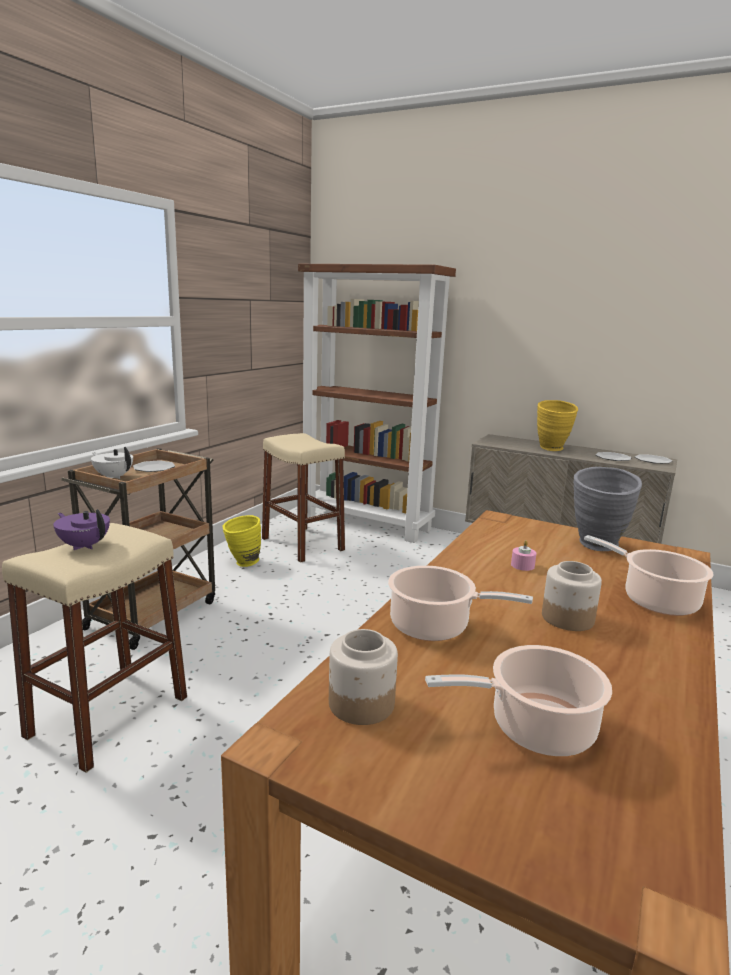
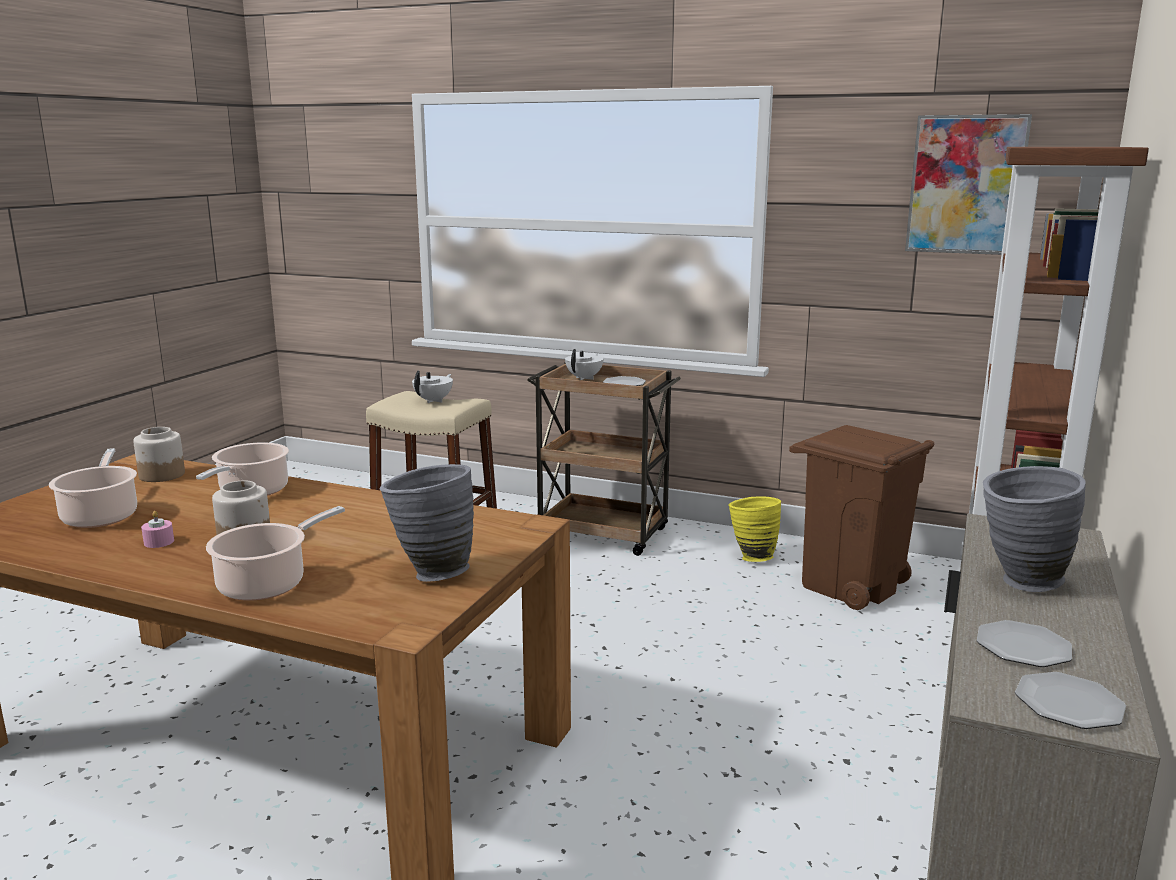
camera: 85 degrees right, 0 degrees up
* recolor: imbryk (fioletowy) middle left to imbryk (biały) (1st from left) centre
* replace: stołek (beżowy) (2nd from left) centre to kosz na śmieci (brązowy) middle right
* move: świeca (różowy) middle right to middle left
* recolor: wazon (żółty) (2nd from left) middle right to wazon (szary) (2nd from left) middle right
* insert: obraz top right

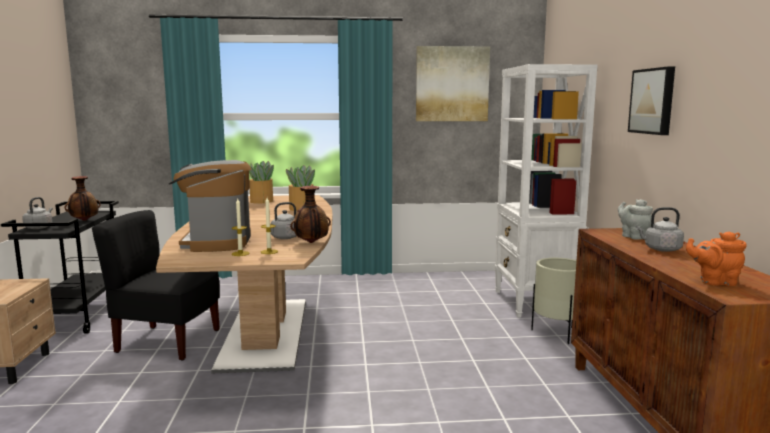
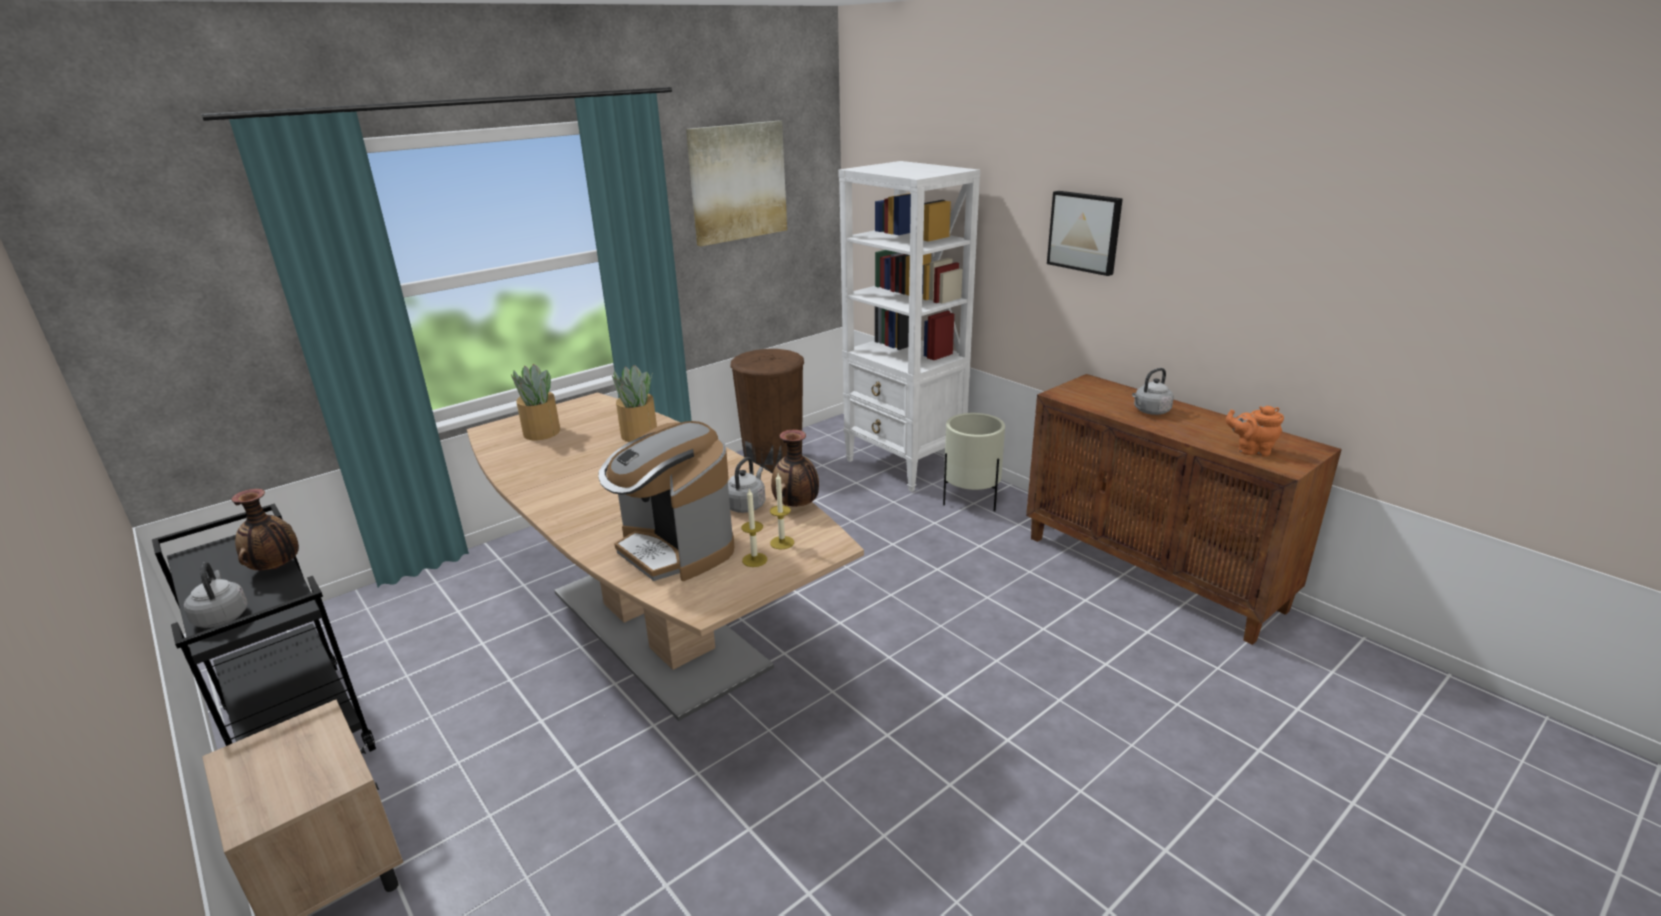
camera: 35 degrees left, 15 degrees up
* delete: krzesło (czarny) middle left
* delete: imbryk (szary) middle right
* rotate: imbryk (pomarańczowy) middle right = middle right 45 degrees clockwise
* insert: kosz na śmieci (brązowy) centre

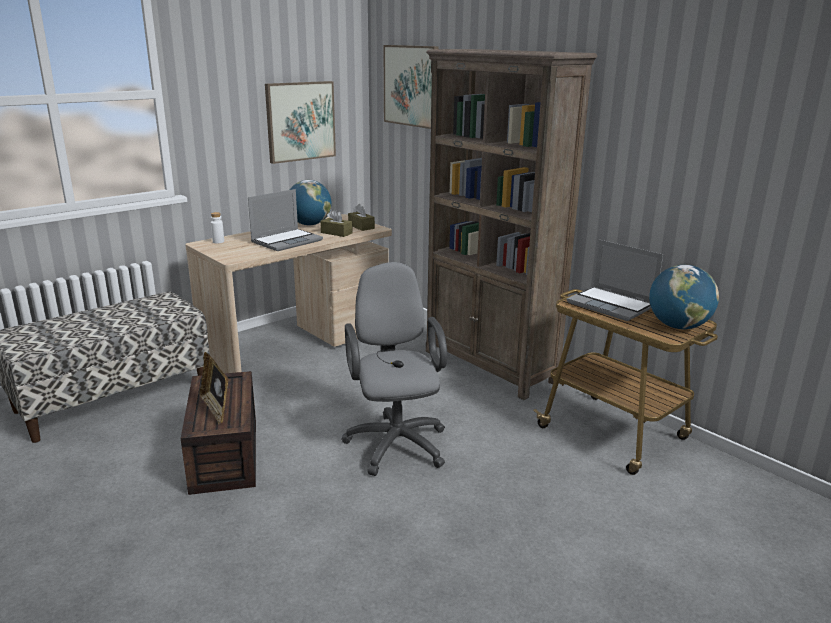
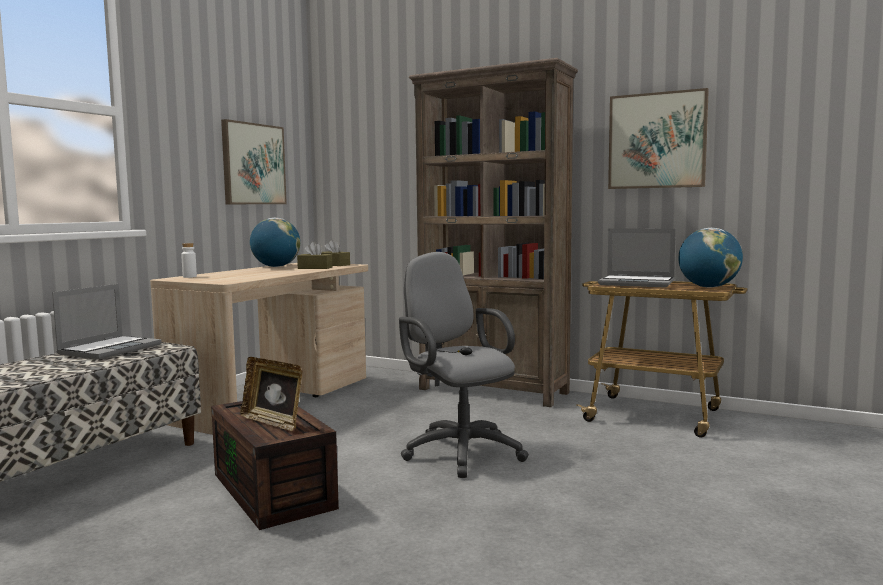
camera: 20 degrees left, 15 degrees down
* move: laptop (1st from left) centre to middle left
* move: obraz (2nd from left) top centre to top right

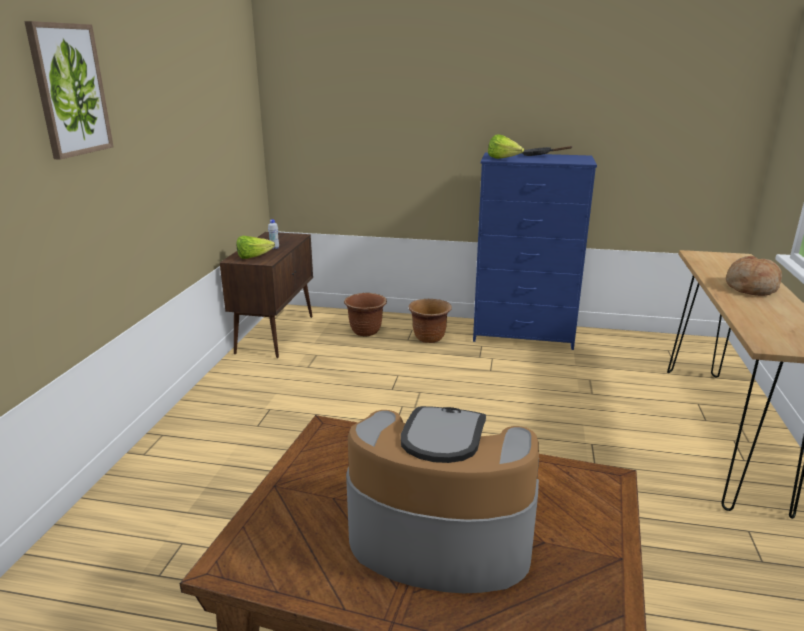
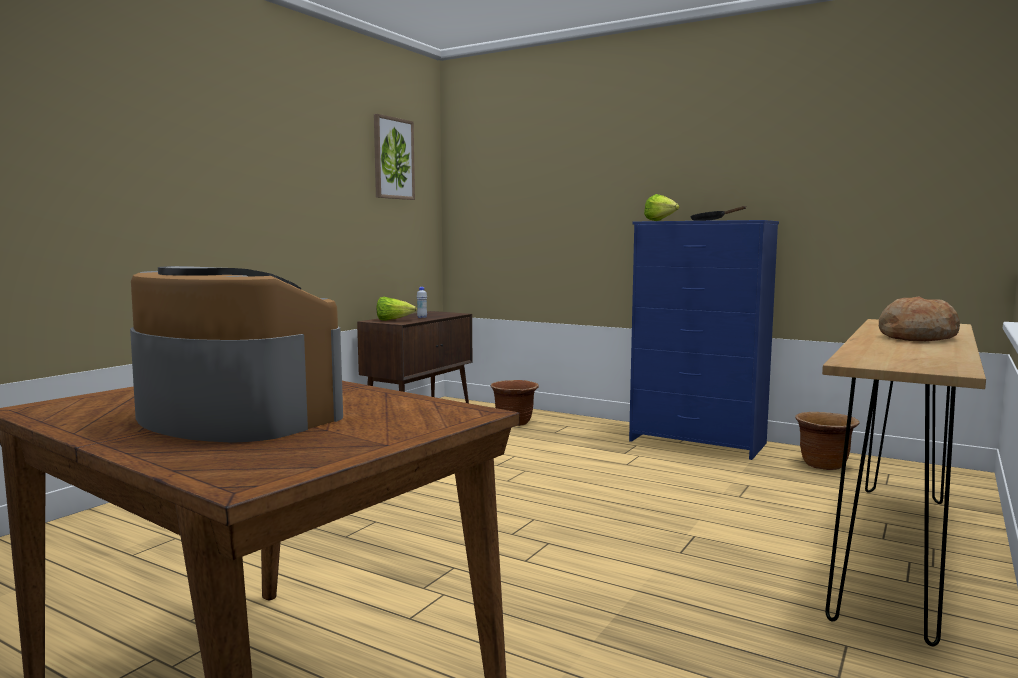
camera: 20 degrees right, 15 degrees down
* move: obraz top left to top centre
* move: donica (brązowy) (2nd from left) centre to middle right

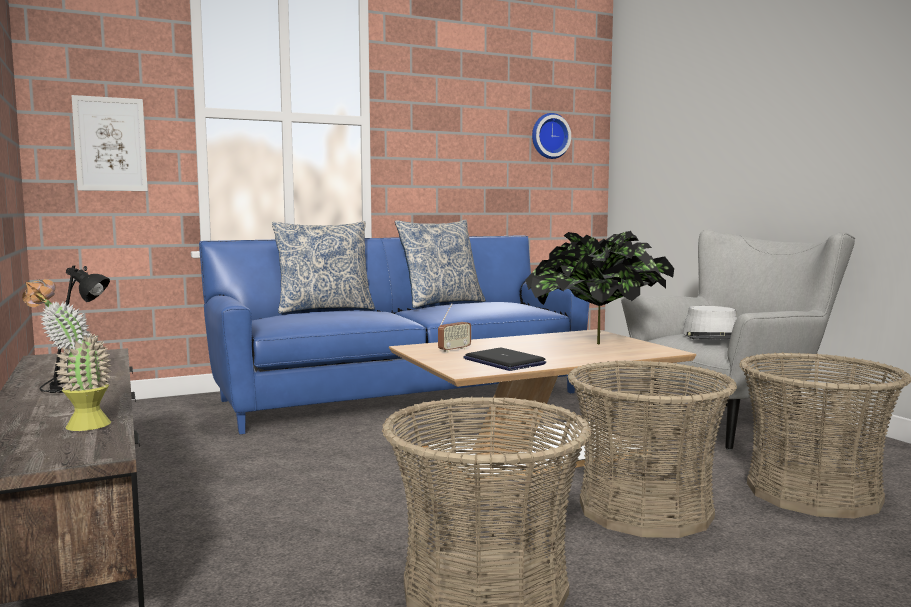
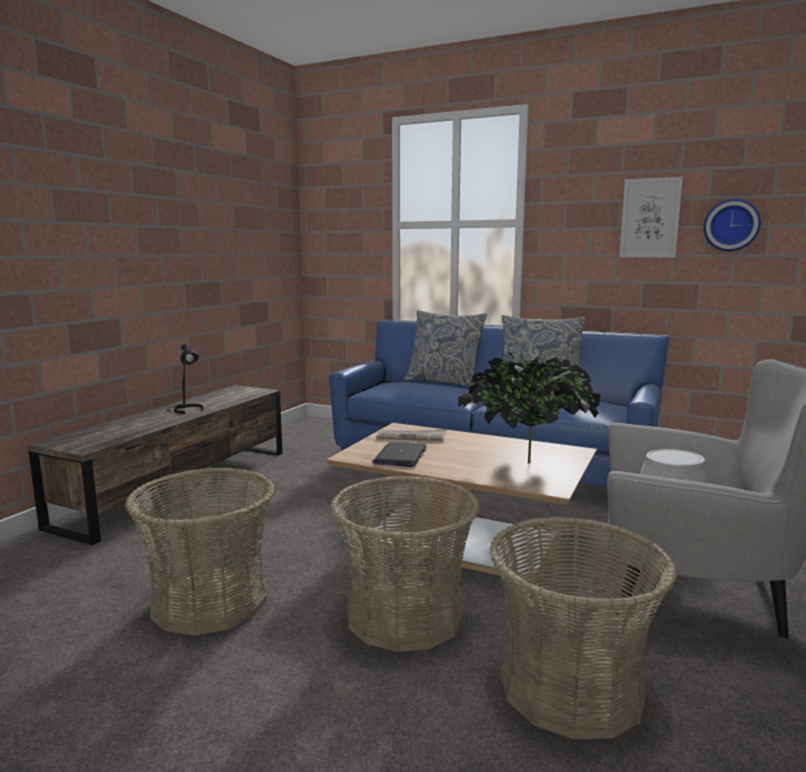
camera: 50 degrees right, 5 degrees up
* delete: roślina doniczkowa (1st from left) middle left
* move: obraz top left to top right
* replace: radio centre to gazeta centre

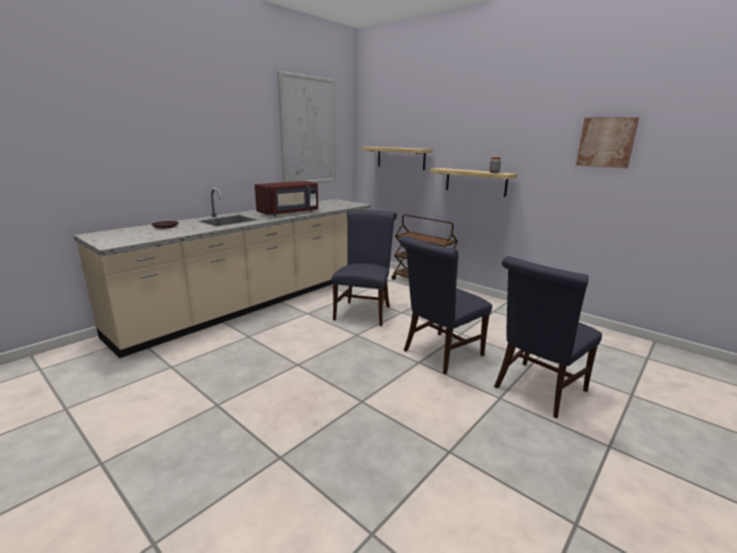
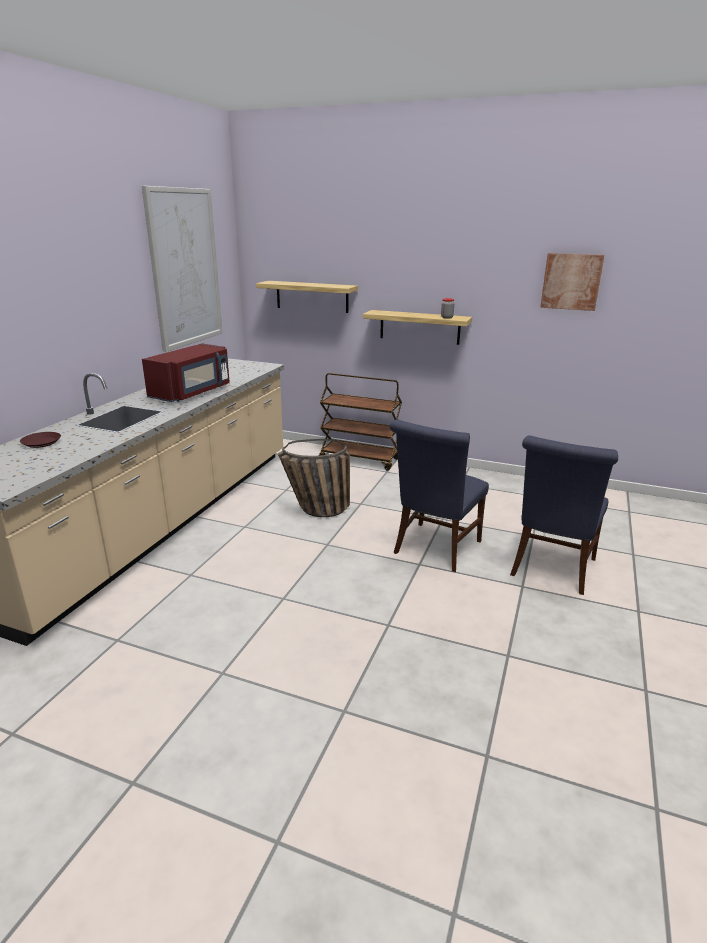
camera: 20 degrees left, 5 degrees up
* replace: krzesło (niebieski) (1st from left) centre to koszyk centre

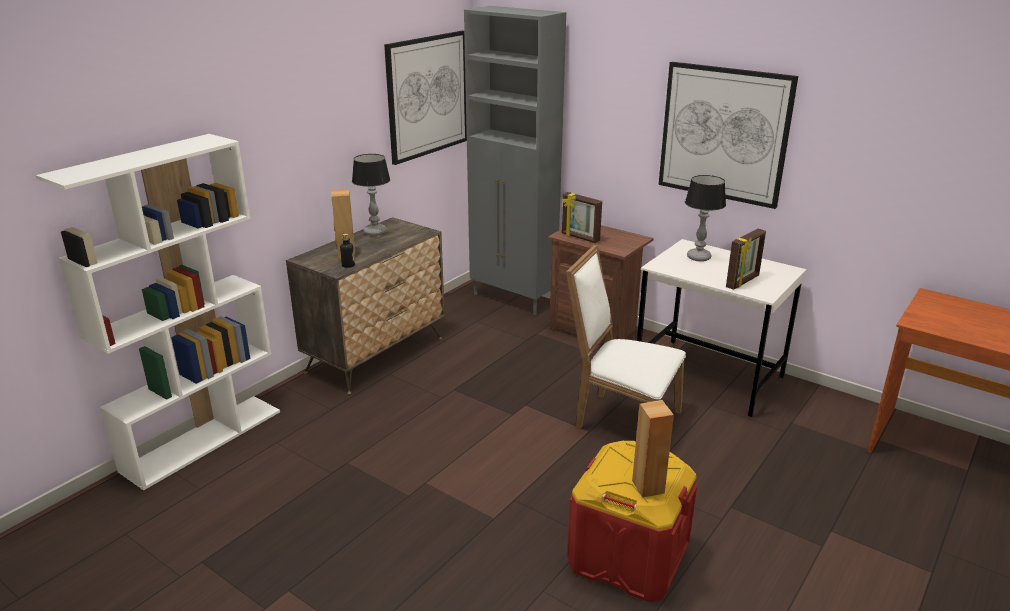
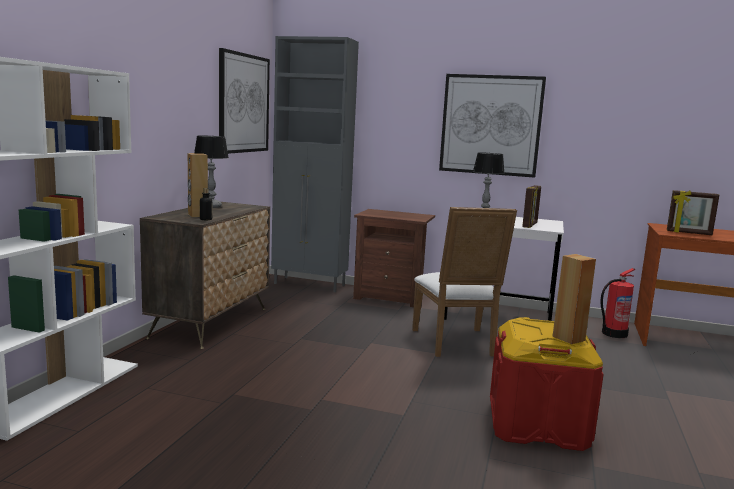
camera: 20 degrees left, 15 degrees down
* move: ramka na zdjęcie (1st from left in the first image) centre to ramka na zdjęcie (2nd from left) middle right
* rotate: krzesło (biały) centre = centre 105 degrees counterclockwise
* insert: gaśnica middle right

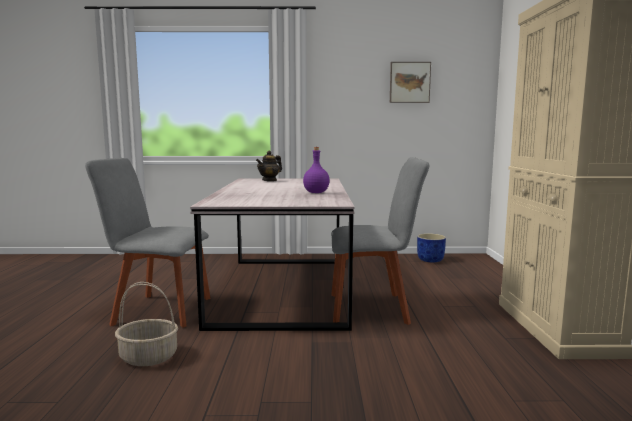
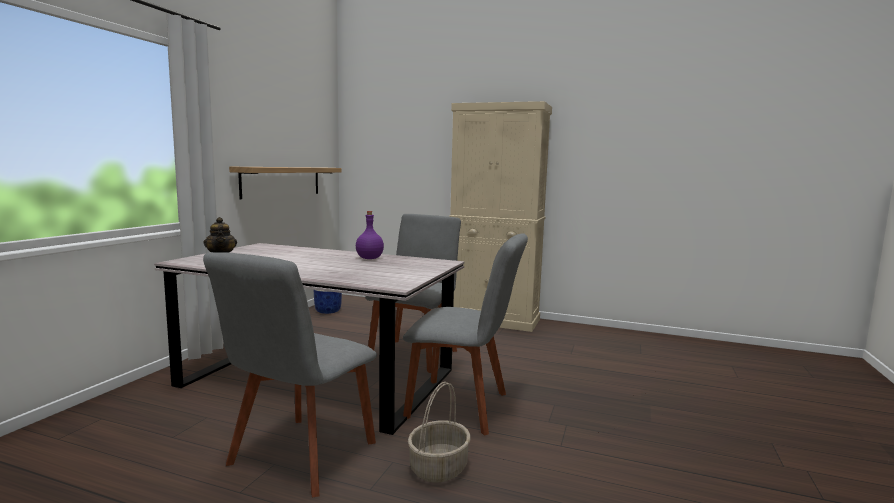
camera: 70 degrees left, 0 degrees up
* delete: obraz top centre
* insert: półka middle left
* insert: krzesło (szary) (3rd from left) centre

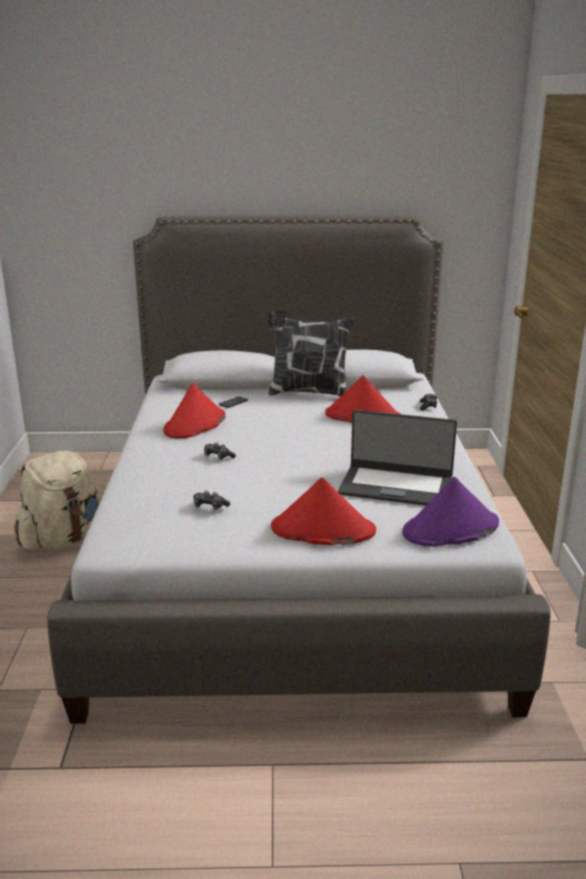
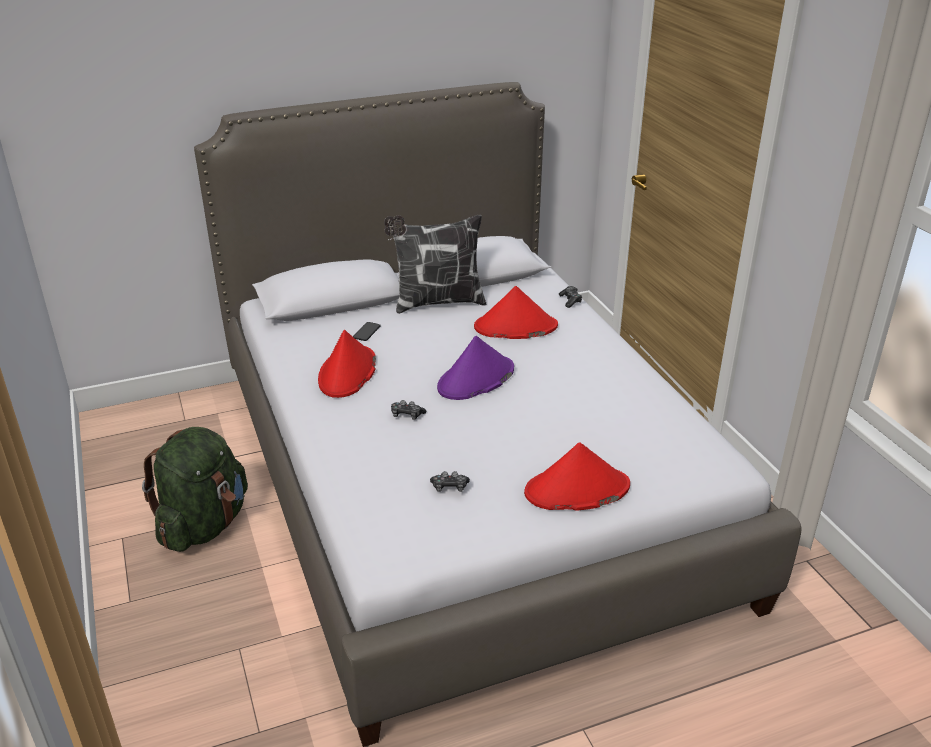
camera: 20 degrees left, 10 degrees up
* recolor: plecak (beżowy) middle left to plecak (zielony) middle left
* delete: laptop middle right
* move: kapelusz (fioletowy) middle right to centre

